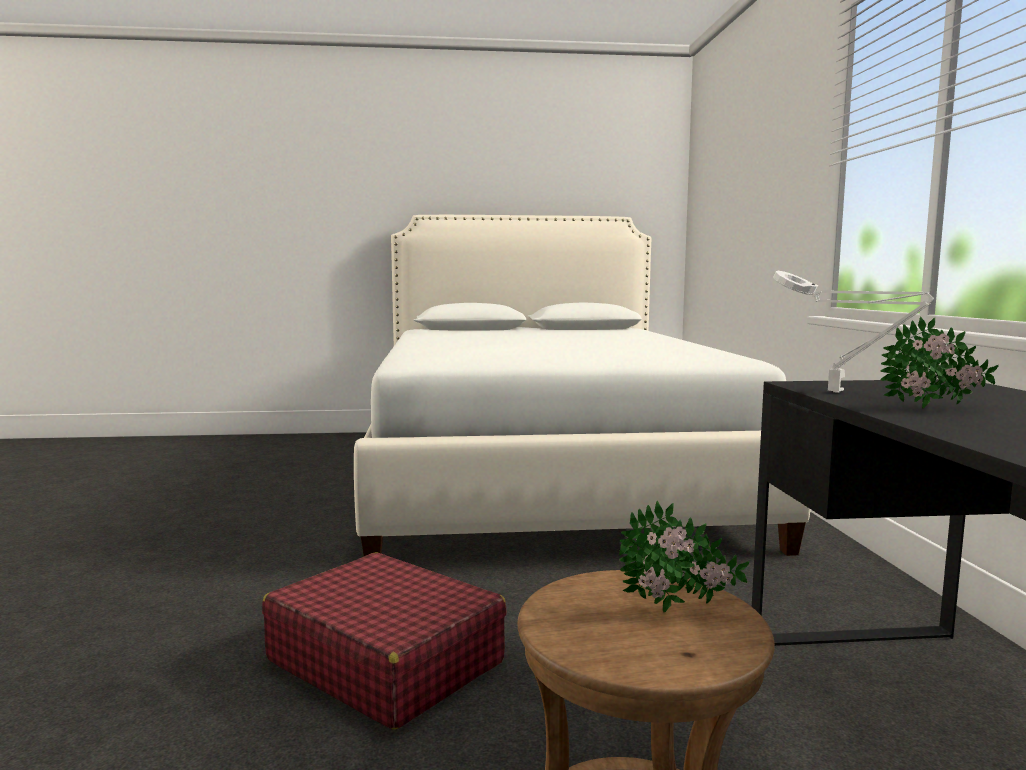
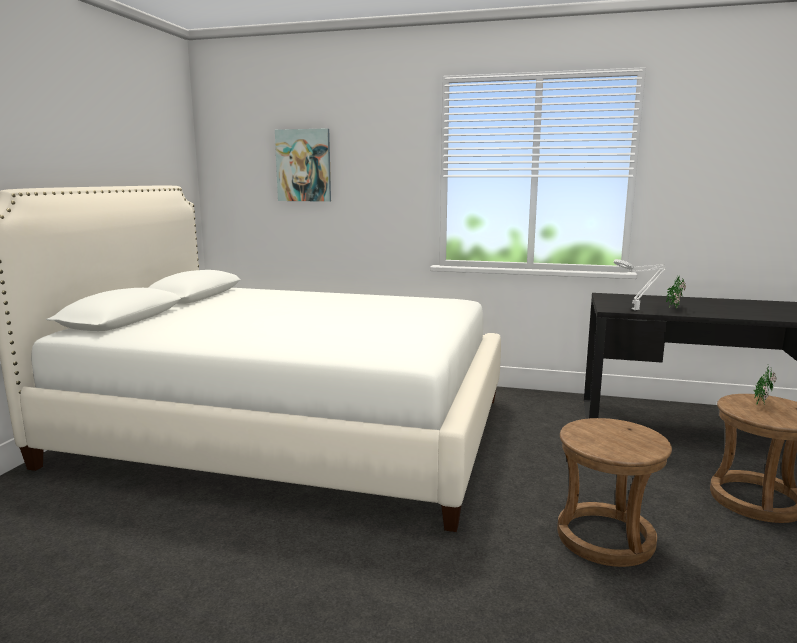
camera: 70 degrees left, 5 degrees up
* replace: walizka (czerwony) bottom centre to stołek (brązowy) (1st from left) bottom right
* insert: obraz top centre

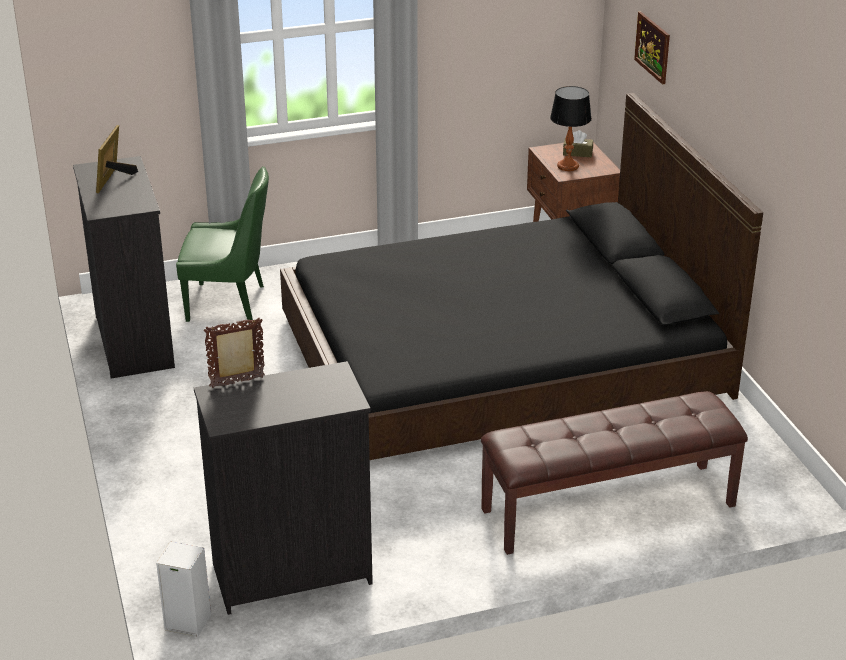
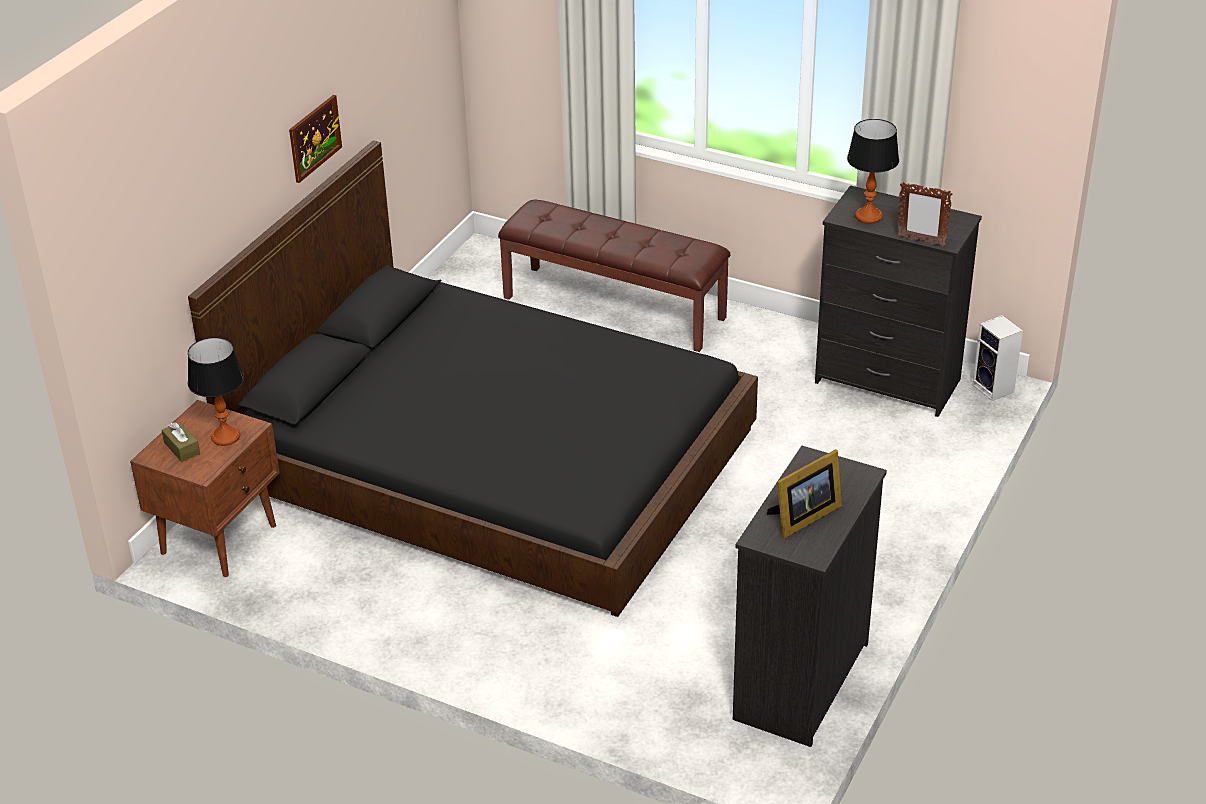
camera: 135 degrees left, 5 degrees up
* delete: krzesło (zielony) middle left
* move: obraz top right to top left
* insert: lampa stołowa (2nd from left) top right

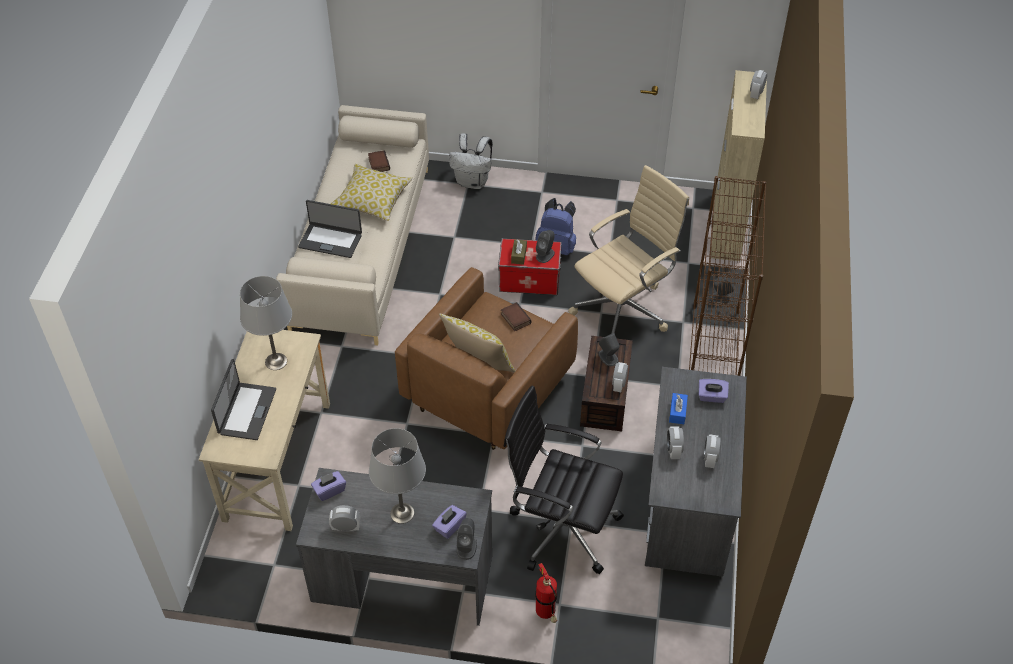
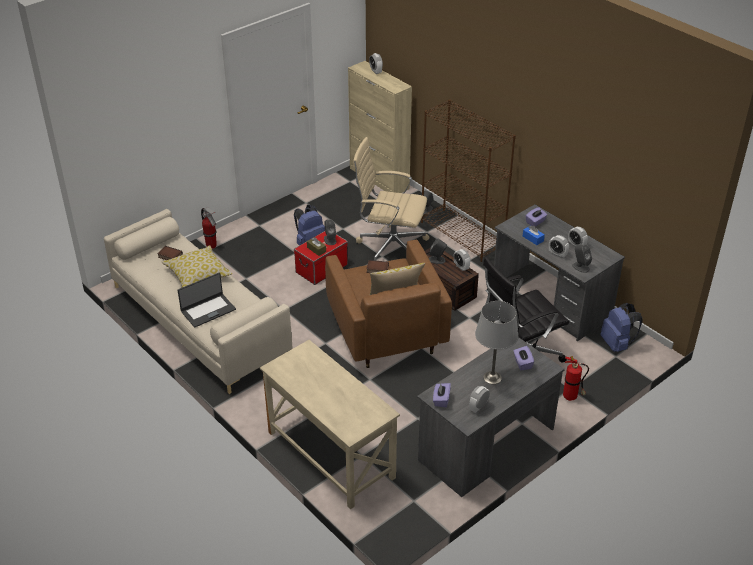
camera: 50 degrees left, 10 degrees down
* delete: laptop (1st from left) middle left
* delete: lampa stołowa (szary) (1st from left) middle left
* replace: plecak (biały) top centre to gaśnica (1st from left) middle left
* move: głośnik (szary) (1st from left in the first image) bottom centre to głośnik (szary) (4th from left) middle right
* rotate: krzesło biurowe (beżowy) centre = centre 75 degrees counterclockwise
* insert: plecak (niebieski) (2nd from left) middle right

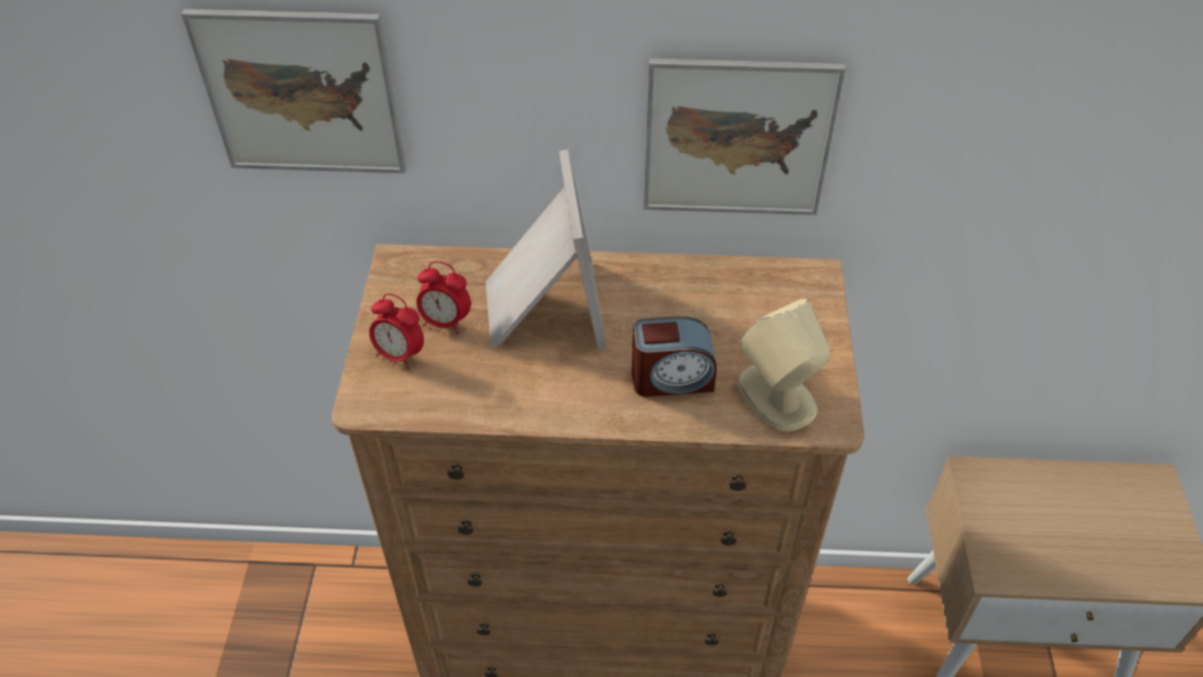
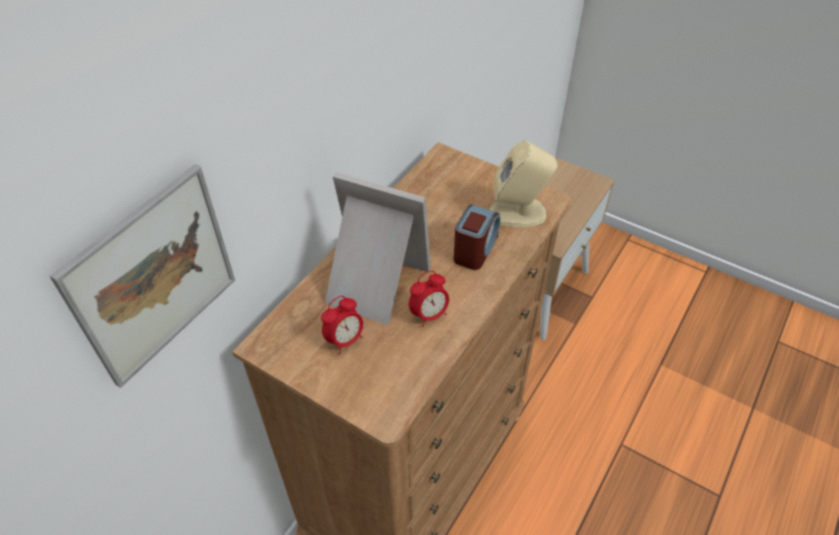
camera: 60 degrees left, 0 degrees up
* move: budzik (1st from left in the first image) middle left to budzik (2nd from left) centre
* delete: obraz (2nd from left) top centre

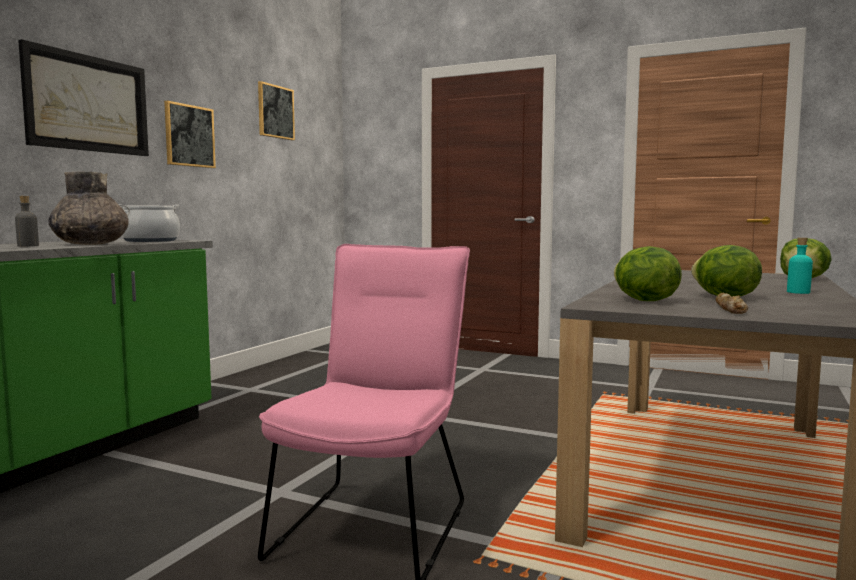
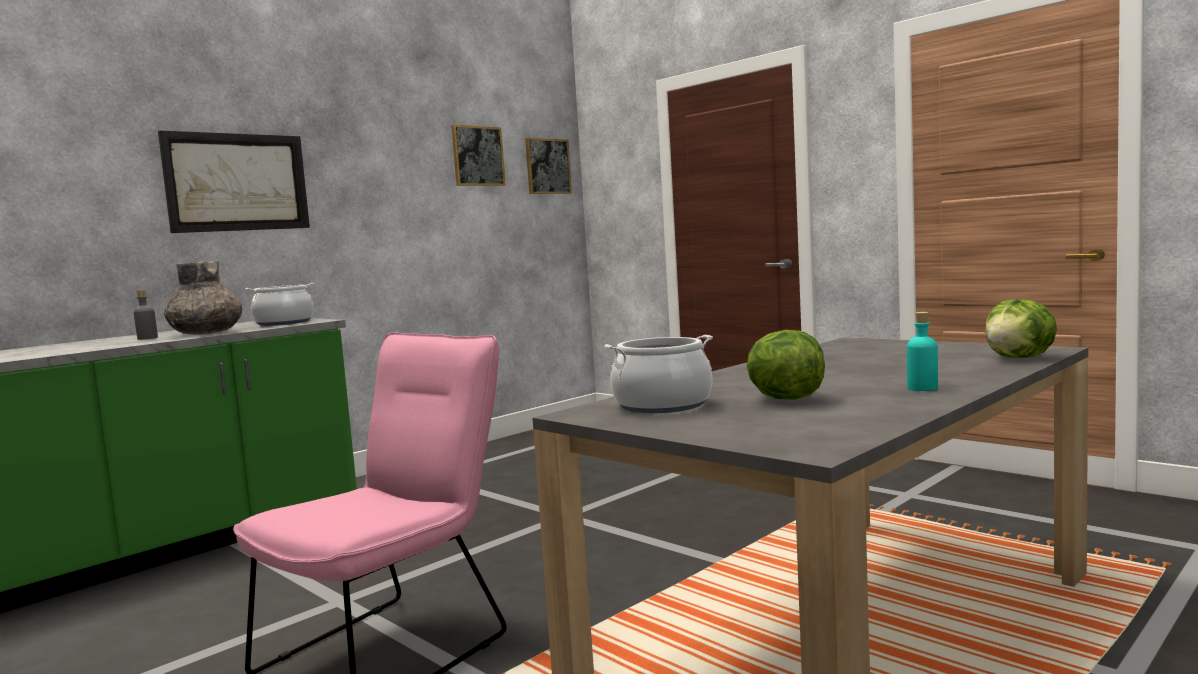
camera: 20 degrees right, 0 degrees up
* move: obraz (2nd from left in the first image) top left to obraz (3rd from left) top centre
* replace: sałata (1st from left) middle right to garnek (2nd from left) centre
* delete: chleb middle right

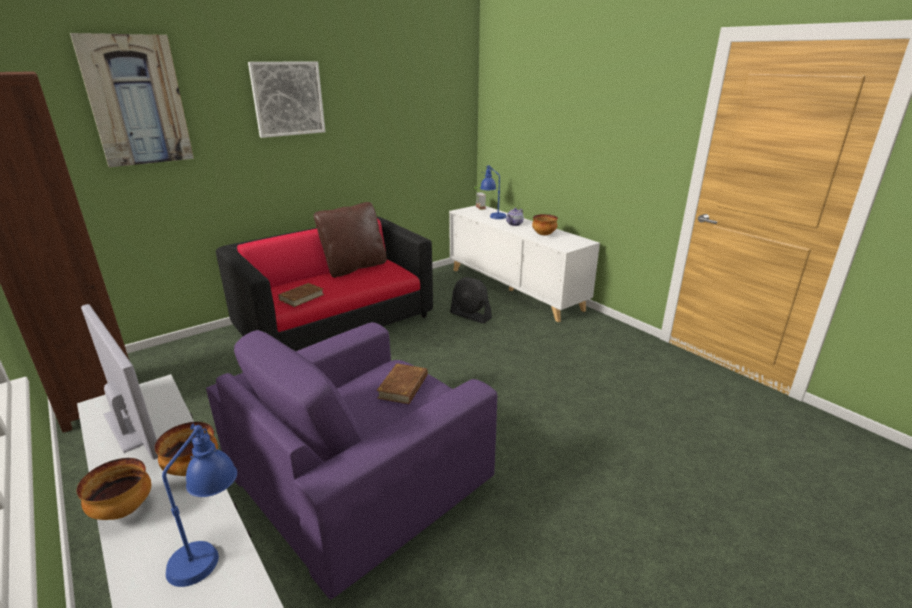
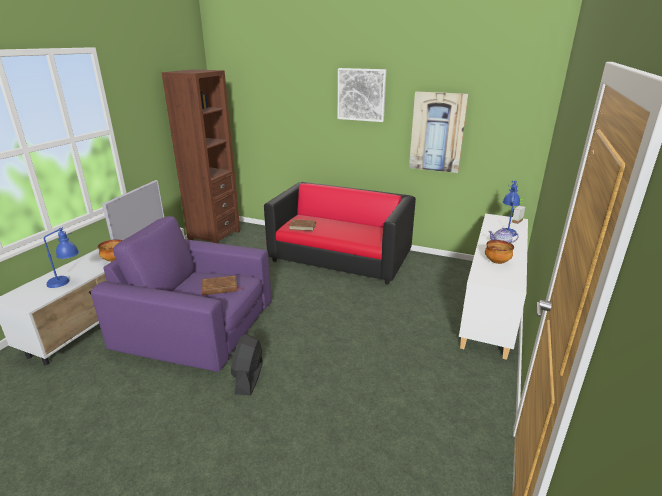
camera: 60 degrees right, 0 degrees up
* move: obraz (1st from left in the first image) top left to obraz (2nd from left) top centre
* delete: miska (1st from left) bottom left
* delete: poduszka (brązowy) centre
* move: wentylator (czarny) centre to bottom centre

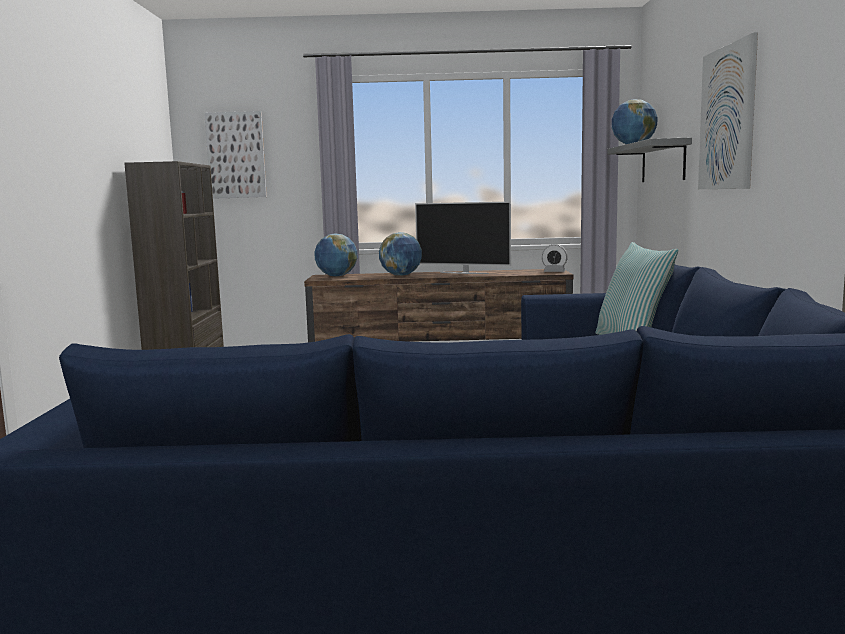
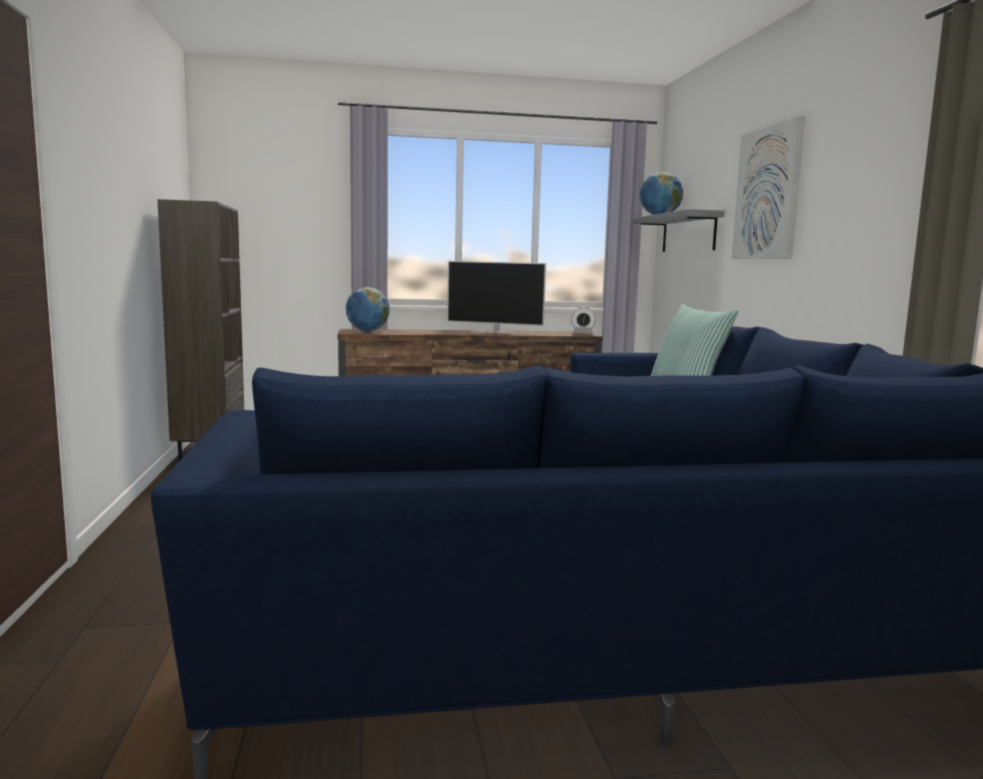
camera: 10 degrees left, 0 degrees up
* delete: obraz (1st from left) top left
* delete: globus (2nd from left) centre

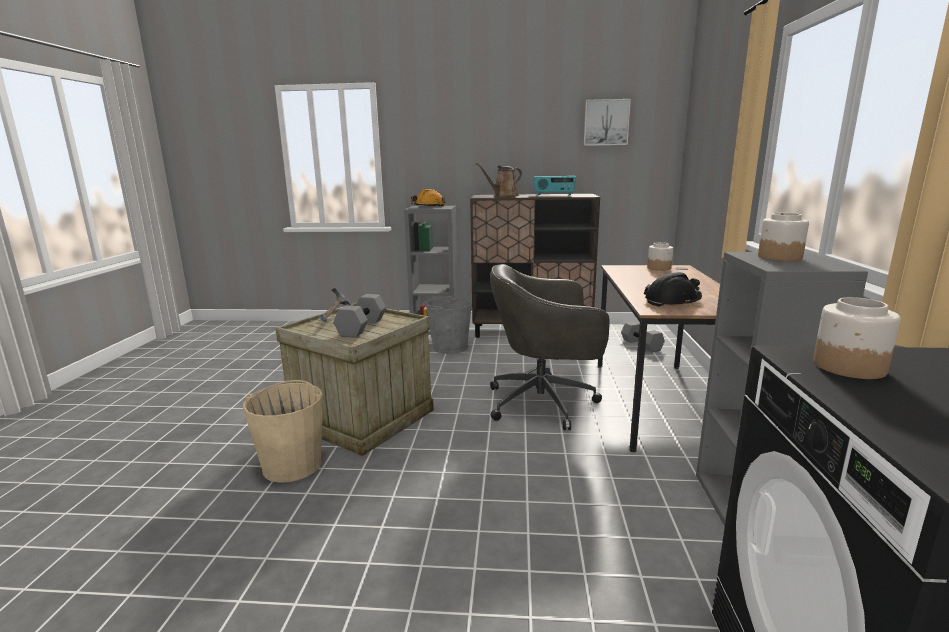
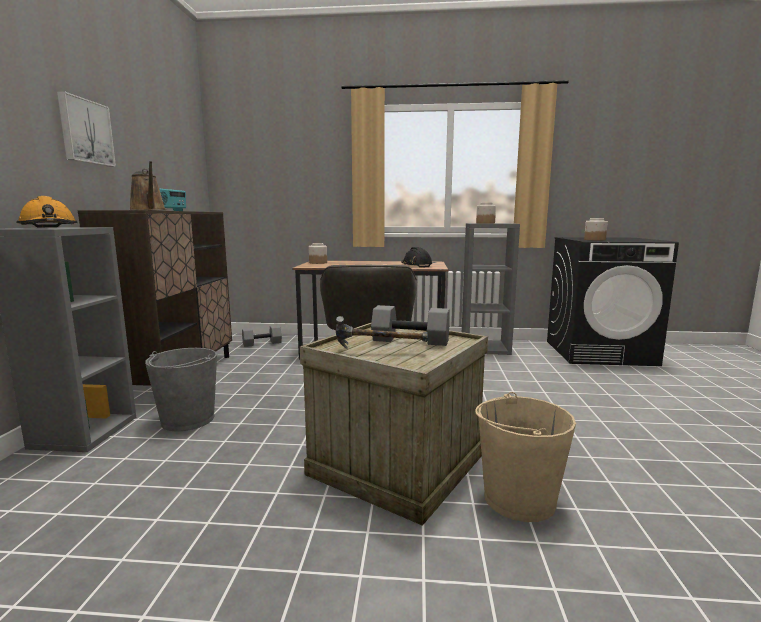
camera: 90 degrees left, 5 degrees down
* move: obraz top centre to top left

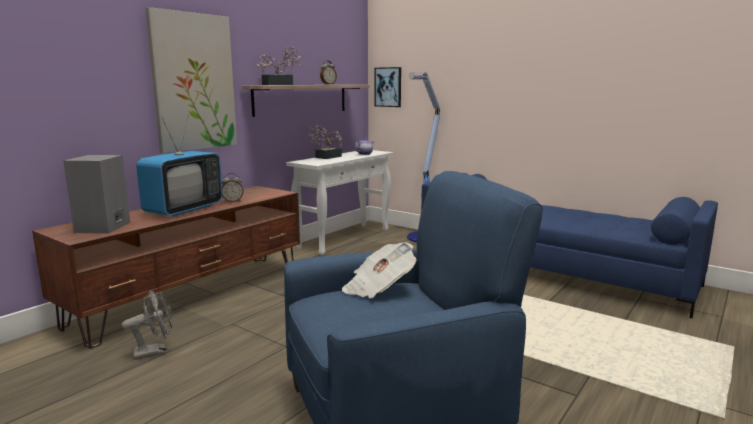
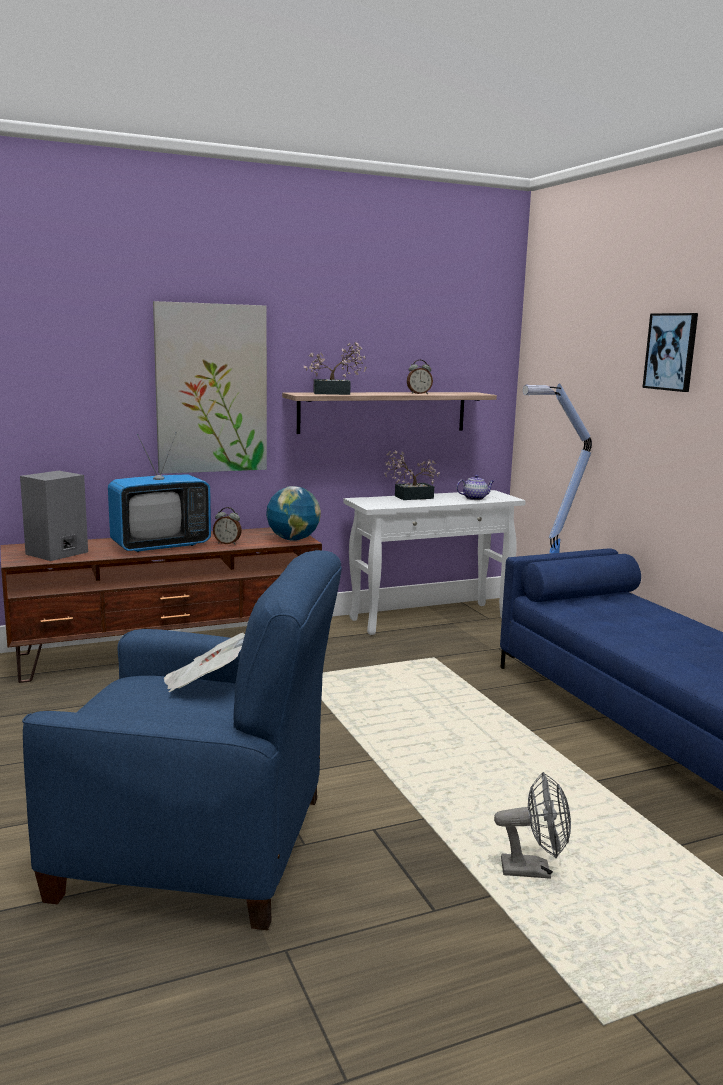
camera: 30 degrees right, 0 degrees up
* move: wentylator (szary) bottom left to bottom right
* move: obraz (2nd from left) top centre to top right
* insert: globus centre

